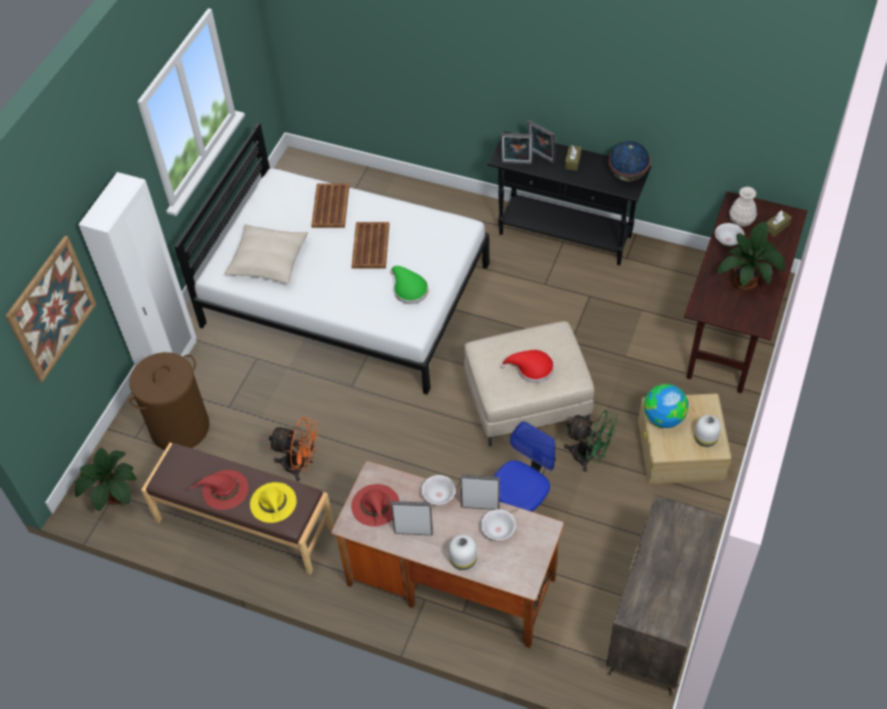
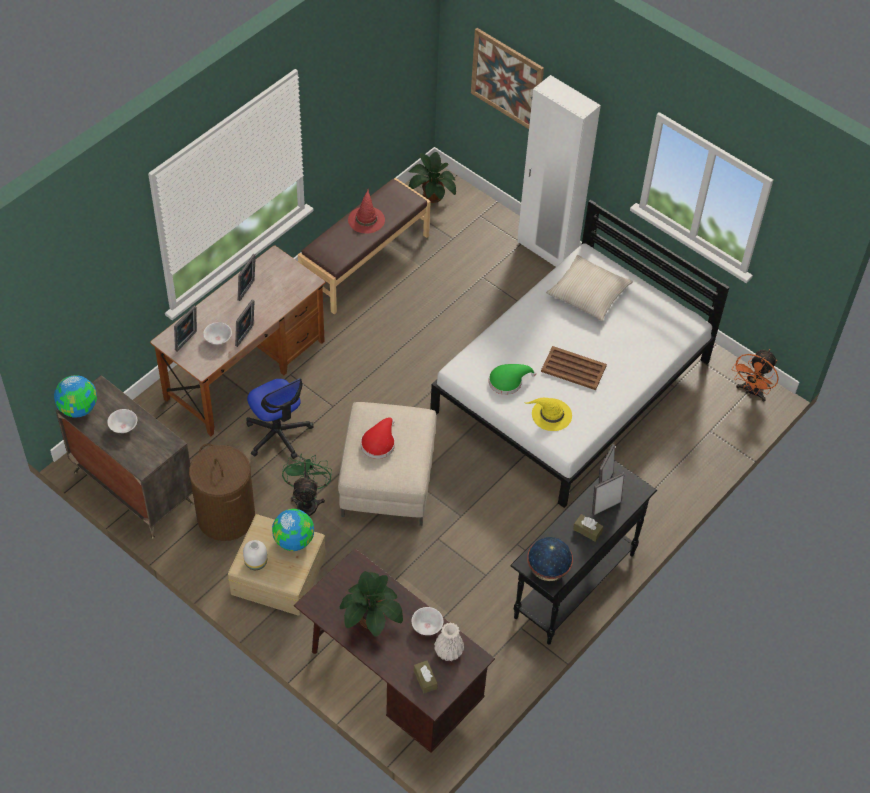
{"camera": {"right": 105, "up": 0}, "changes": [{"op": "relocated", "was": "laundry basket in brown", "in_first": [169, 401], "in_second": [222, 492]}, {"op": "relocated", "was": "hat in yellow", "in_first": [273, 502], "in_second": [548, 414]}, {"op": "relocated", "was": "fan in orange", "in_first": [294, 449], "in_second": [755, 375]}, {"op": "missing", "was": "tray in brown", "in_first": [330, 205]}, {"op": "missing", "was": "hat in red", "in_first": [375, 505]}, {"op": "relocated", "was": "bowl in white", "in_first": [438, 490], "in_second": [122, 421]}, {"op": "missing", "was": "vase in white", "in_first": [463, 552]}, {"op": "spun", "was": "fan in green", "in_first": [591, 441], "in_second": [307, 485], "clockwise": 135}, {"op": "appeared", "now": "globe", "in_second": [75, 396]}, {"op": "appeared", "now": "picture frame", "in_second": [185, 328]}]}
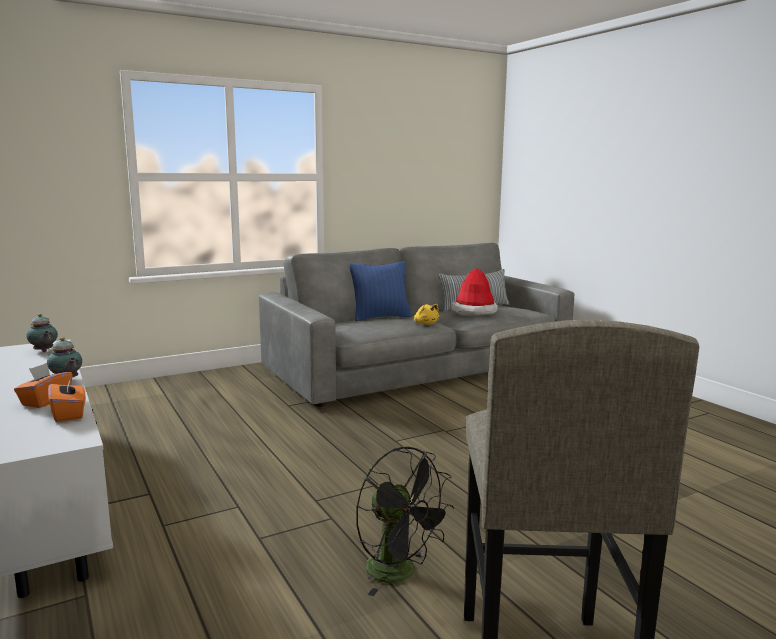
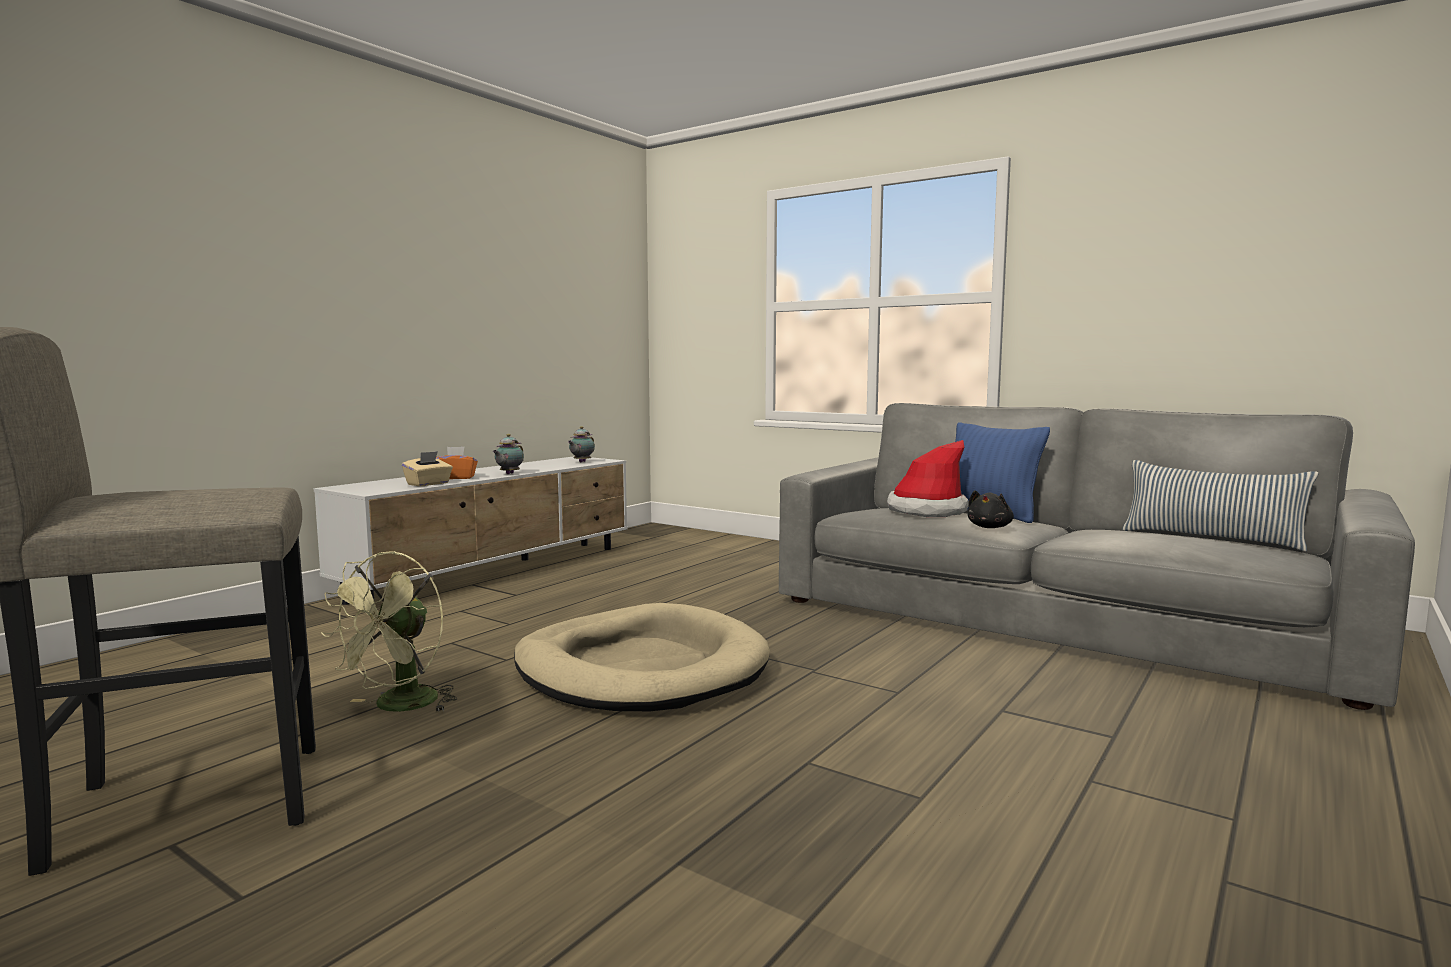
{"camera": {"right": 65, "up": -5}, "changes": [{"op": "colour", "was": "tissue box in orange", "now": "tissue box in beige", "in_first": [67, 399], "in_second": [427, 468]}, {"op": "colour", "was": "fan in black", "now": "fan in green", "in_first": [405, 521], "in_second": [389, 631]}, {"op": "colour", "was": "plush toy in yellow", "now": "plush toy in black", "in_first": [426, 314], "in_second": [990, 509]}, {"op": "relocated", "was": "hat", "in_first": [475, 291], "in_second": [928, 478]}, {"op": "appeared", "now": "dog bed in beige", "in_second": [642, 657]}]}
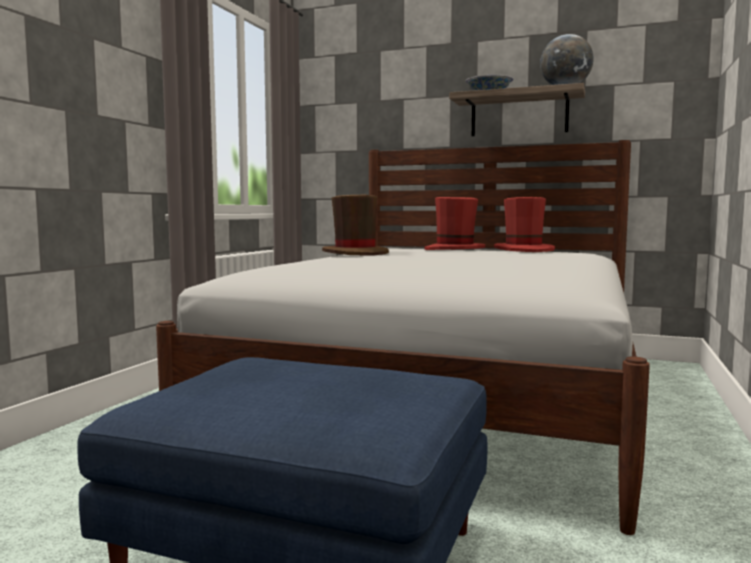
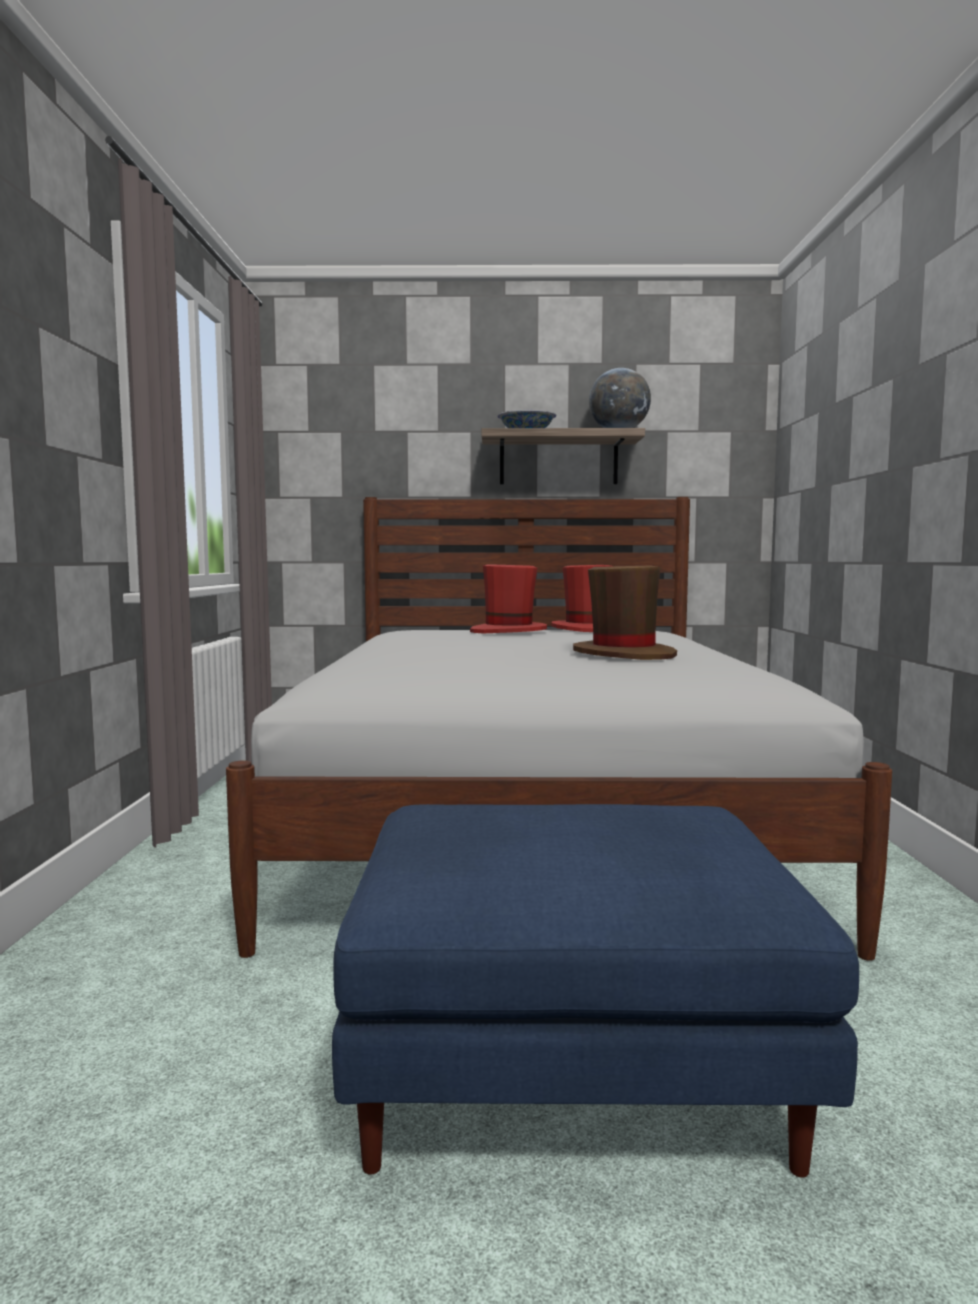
{"camera": {"right": -20, "up": 0}, "changes": [{"op": "relocated", "was": "hat in brown", "in_first": [355, 225], "in_second": [625, 612]}]}
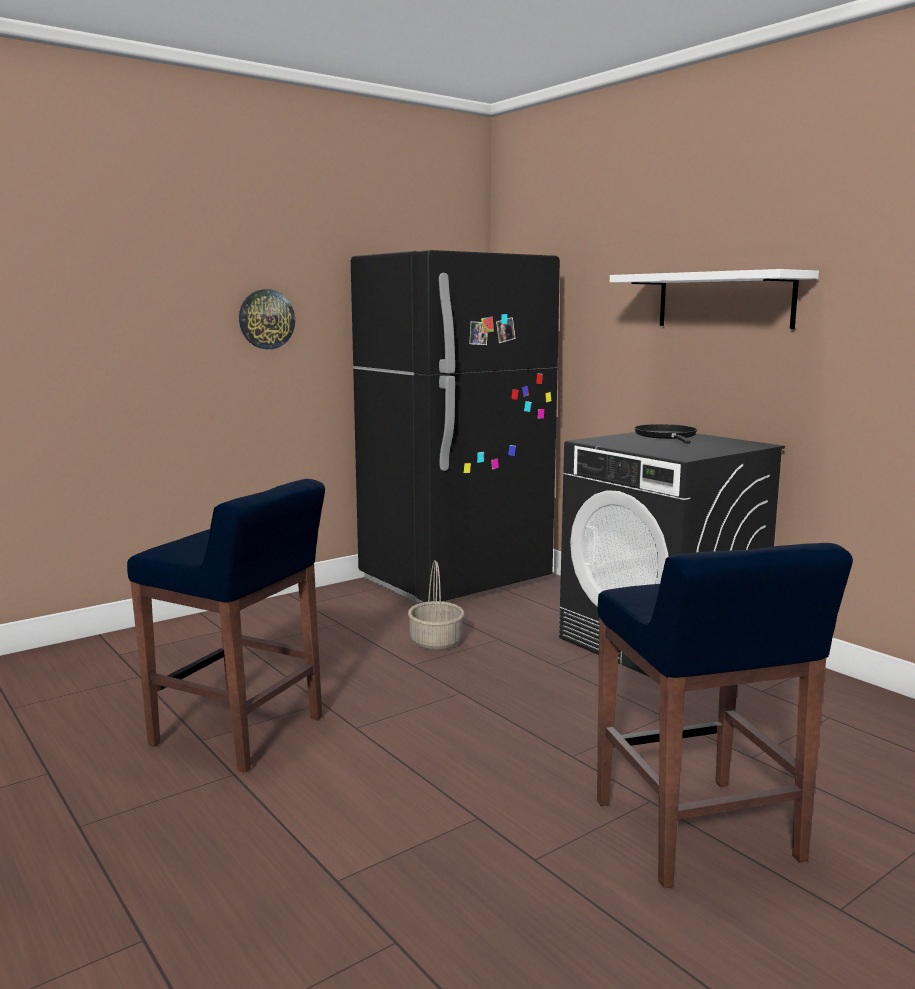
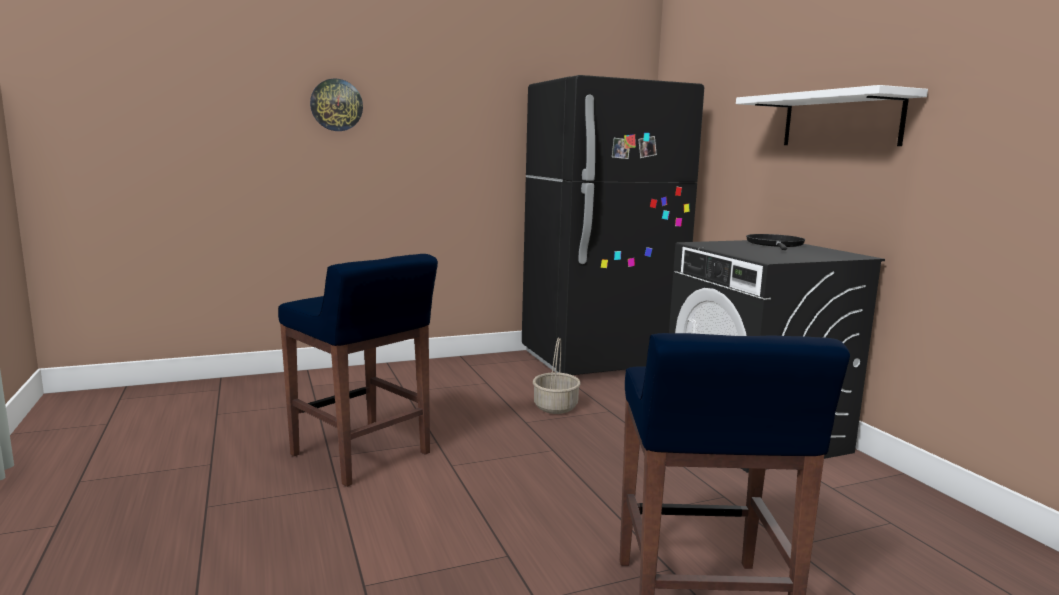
{"camera": {"right": 15, "up": 0}, "changes": [{"op": "relocated", "was": "wall clock", "in_first": [267, 319], "in_second": [336, 104]}]}
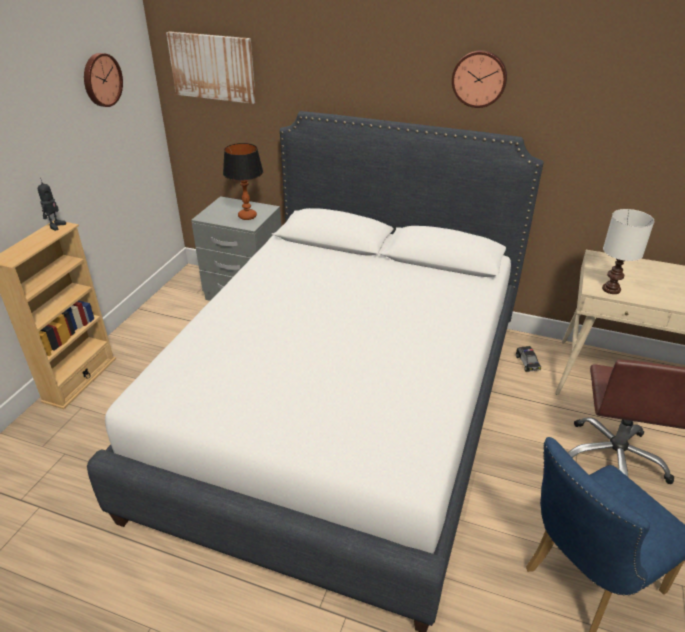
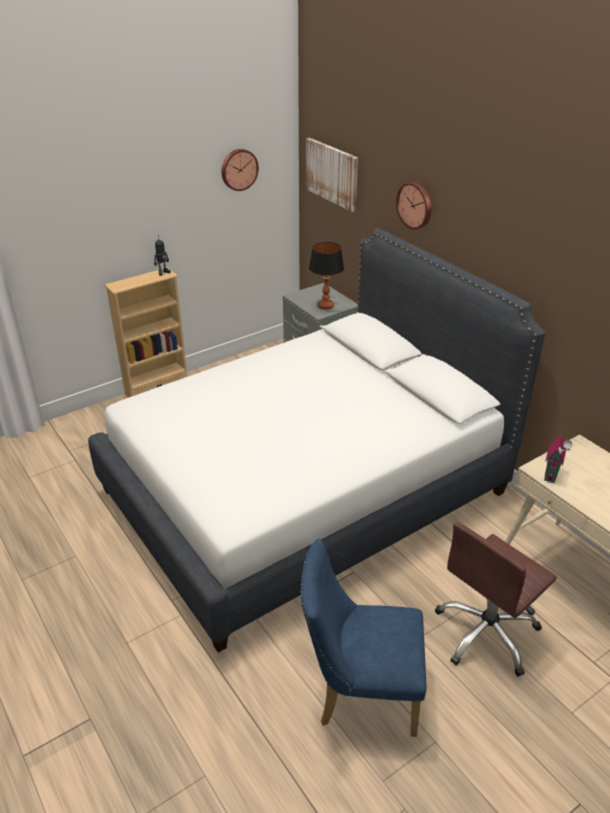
{"camera": {"right": 35, "up": 0}, "changes": [{"op": "relocated", "was": "wall clock", "in_first": [479, 79], "in_second": [413, 206]}, {"op": "missing", "was": "toy car", "in_first": [528, 359]}, {"op": "exchanged", "was": "table lamp in white", "now": "toy house", "in_first": [628, 251], "in_second": [558, 458]}]}
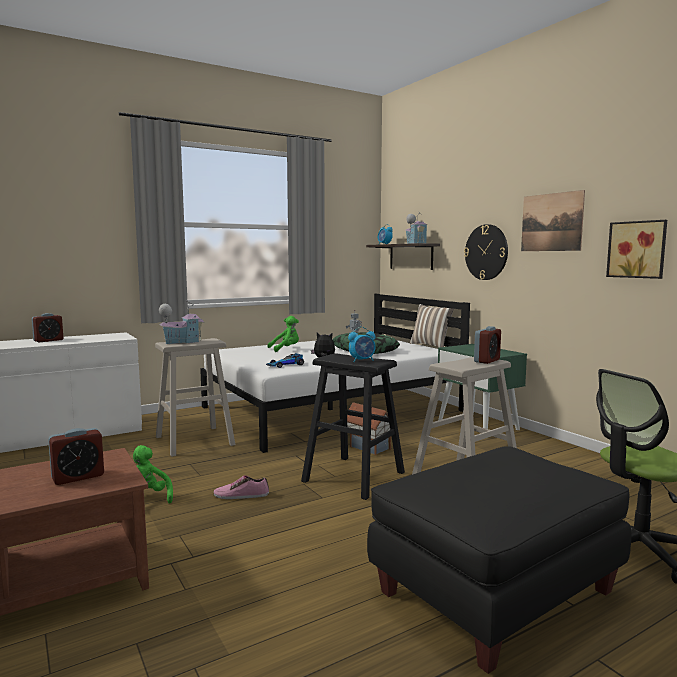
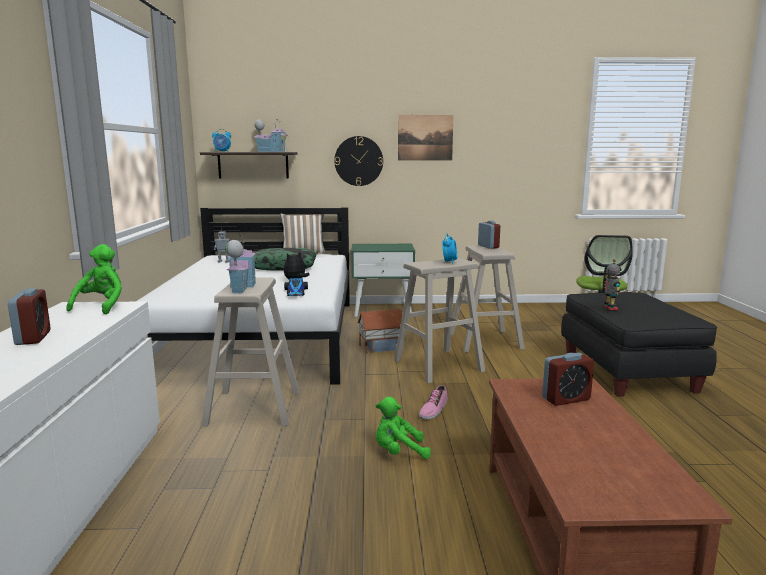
{"camera": {"right": -60, "up": 5}, "changes": [{"op": "spun", "was": "alarm clock", "in_first": [76, 456], "in_second": [568, 379], "clockwise": 75}, {"op": "relocated", "was": "plush toy in green", "in_first": [283, 334], "in_second": [94, 279]}, {"op": "colour", "was": "stool in black", "now": "stool in beige", "in_first": [353, 426], "in_second": [439, 320]}, {"op": "missing", "was": "picture", "in_first": [636, 249]}, {"op": "appeared", "now": "toy robot", "in_second": [613, 284]}]}
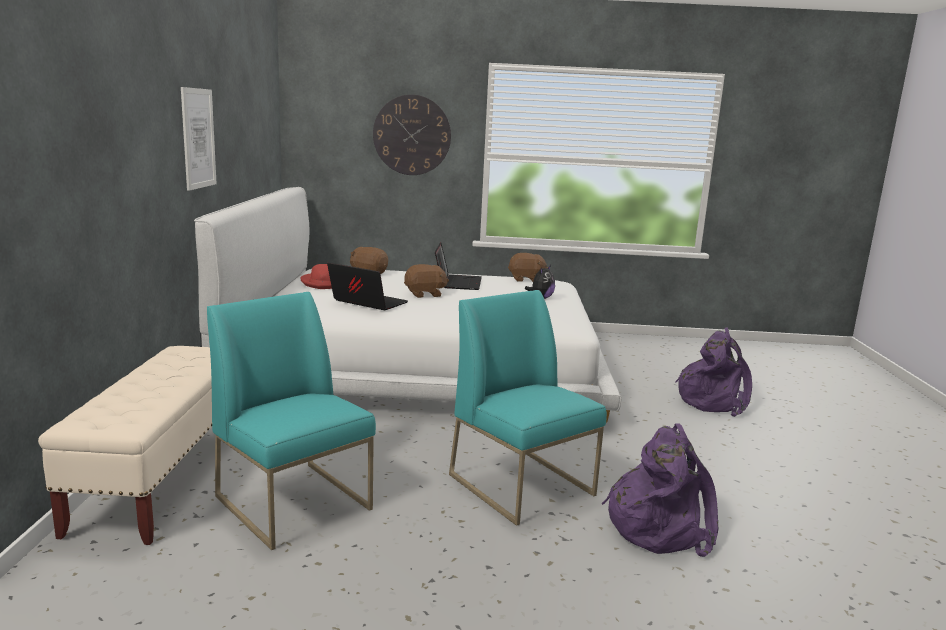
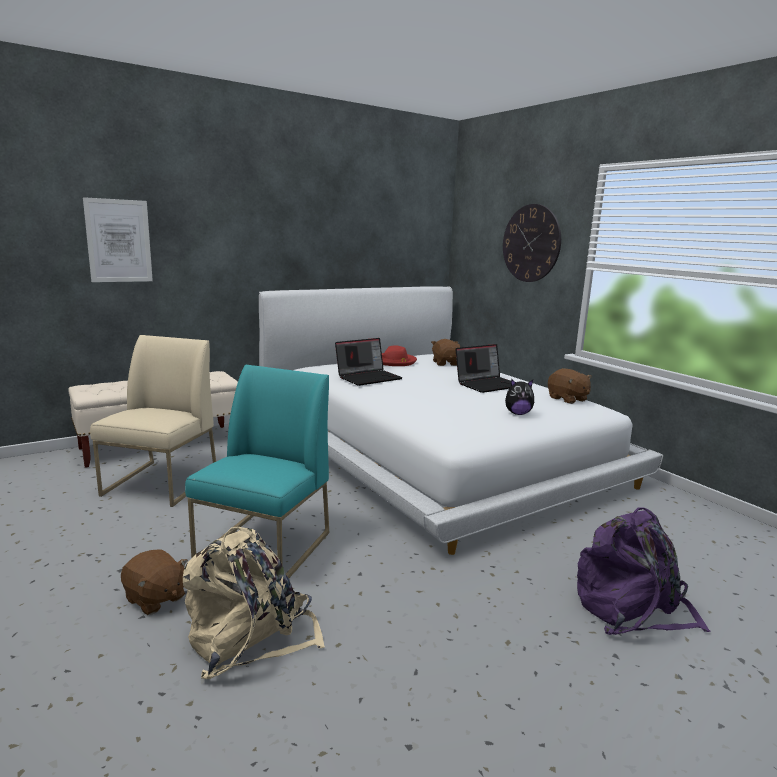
{"camera": {"right": 55, "up": 0}, "changes": [{"op": "relocated", "was": "picture", "in_first": [199, 139], "in_second": [118, 239]}, {"op": "colour", "was": "chair in turquoise", "now": "chair in beige", "in_first": [291, 421], "in_second": [153, 421]}, {"op": "spun", "was": "laptop", "in_first": [367, 286], "in_second": [369, 362], "clockwise": 60}, {"op": "relocated", "was": "plush toy in brown", "in_first": [426, 281], "in_second": [154, 582]}, {"op": "colour", "was": "backpack in purple", "now": "backpack in beige", "in_first": [659, 490], "in_second": [254, 603]}]}
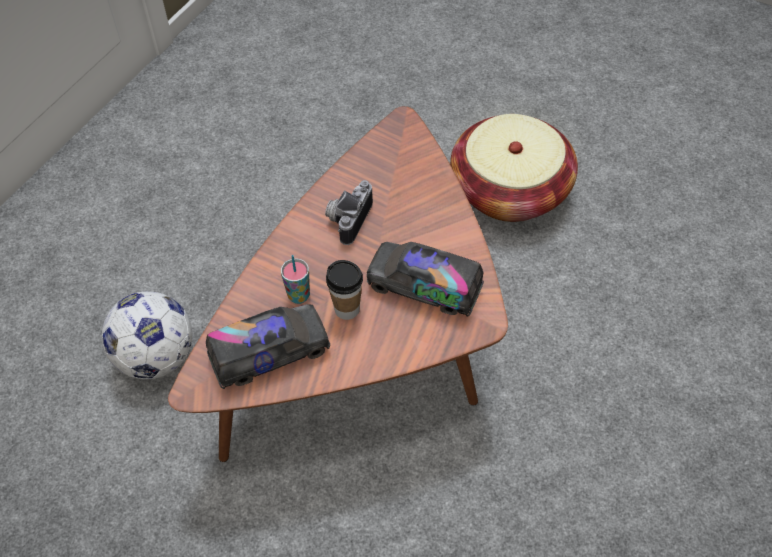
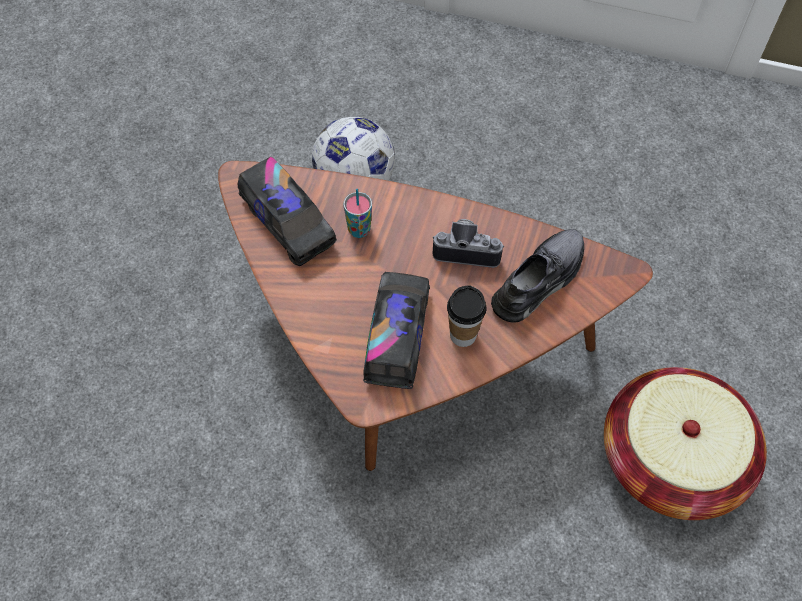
{"camera": {"right": 75, "up": 5}, "changes": [{"op": "relocated", "was": "cup", "in_first": [344, 290], "in_second": [466, 316]}, {"op": "appeared", "now": "shoe in grey", "in_second": [537, 276]}]}
